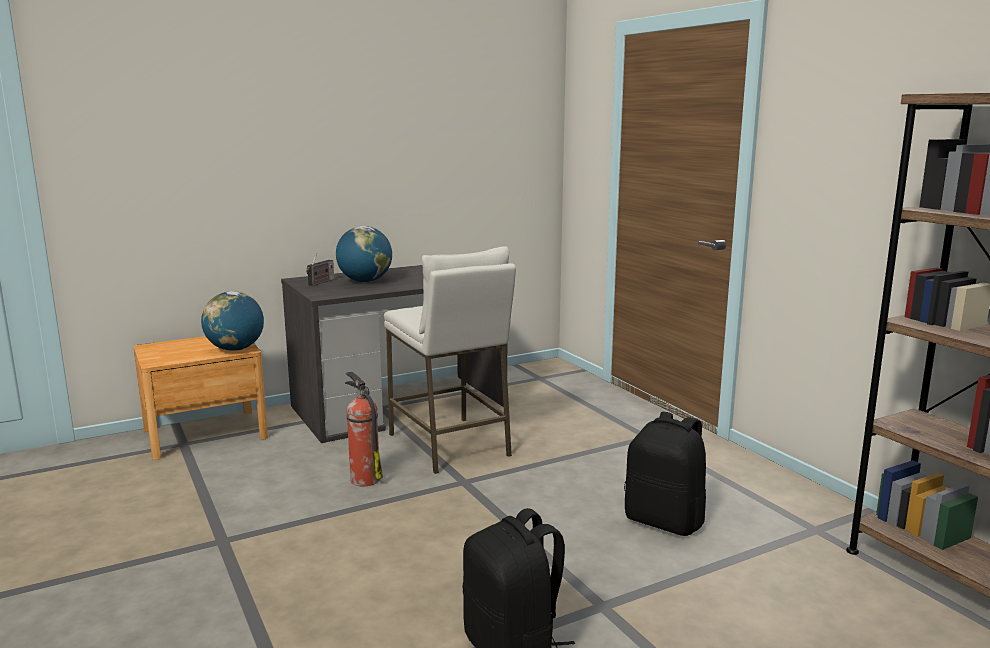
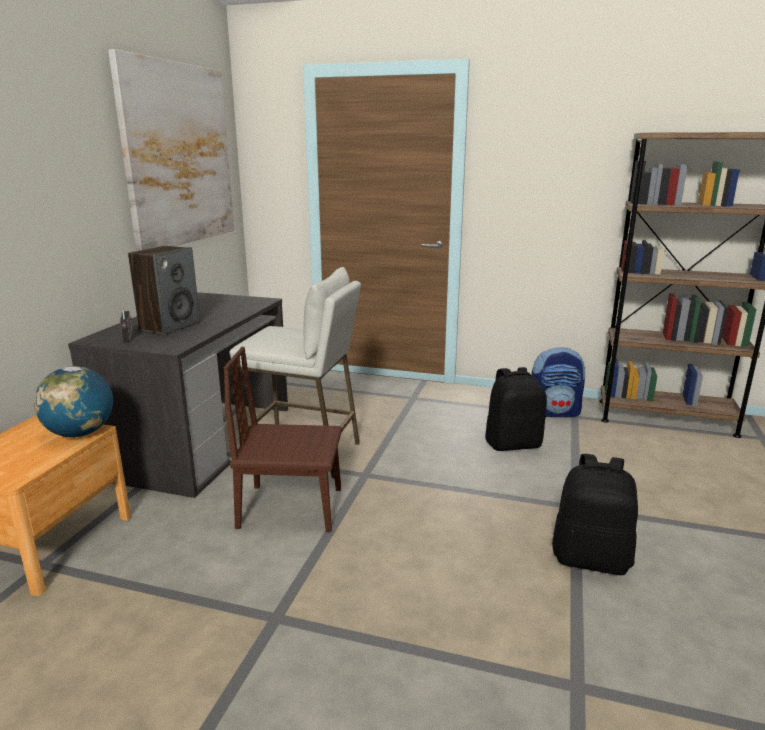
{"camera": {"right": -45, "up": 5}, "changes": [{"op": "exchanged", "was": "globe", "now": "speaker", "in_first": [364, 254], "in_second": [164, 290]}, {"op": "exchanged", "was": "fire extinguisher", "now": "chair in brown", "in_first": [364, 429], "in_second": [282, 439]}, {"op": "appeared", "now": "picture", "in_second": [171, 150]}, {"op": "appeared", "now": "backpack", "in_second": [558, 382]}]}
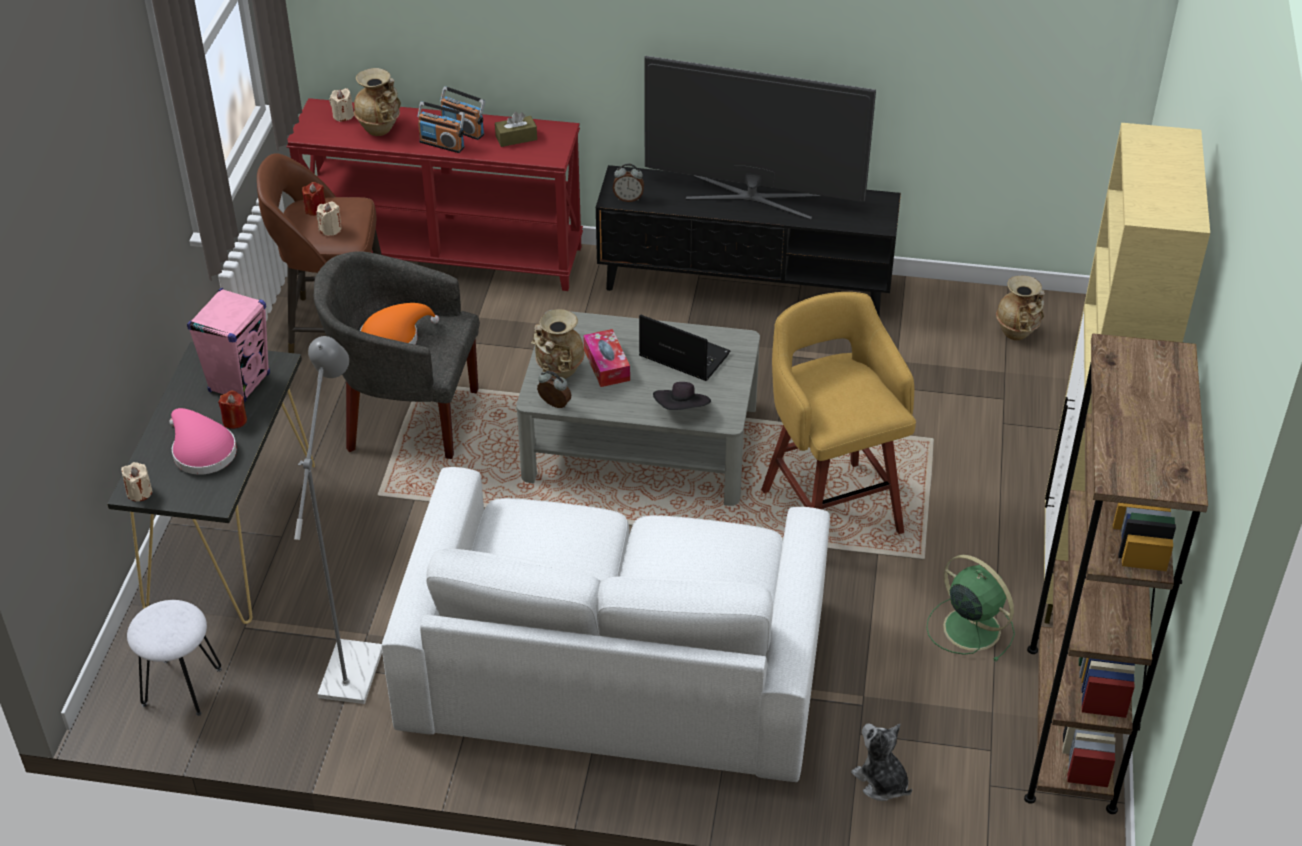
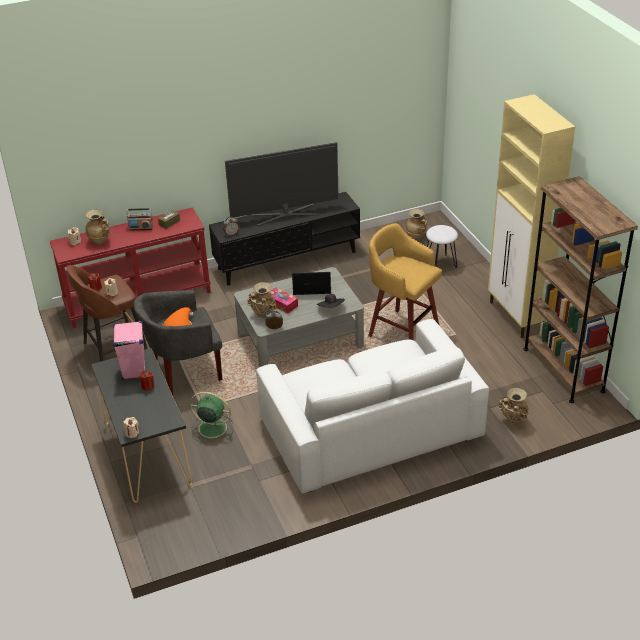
{"camera": {"right": -30, "up": -5}, "changes": [{"op": "relocated", "was": "stool in white", "in_first": [174, 658], "in_second": [442, 246]}, {"op": "missing", "was": "hat in pink", "in_first": [203, 441]}, {"op": "missing", "was": "floor lamp in grey", "in_first": [338, 520]}, {"op": "missing", "was": "radio", "in_first": [441, 127]}, {"op": "exchanged", "was": "plush toy", "now": "vase in beige", "in_first": [881, 762], "in_second": [513, 406]}, {"op": "relocated", "was": "fan in green", "in_first": [970, 608], "in_second": [212, 417]}]}
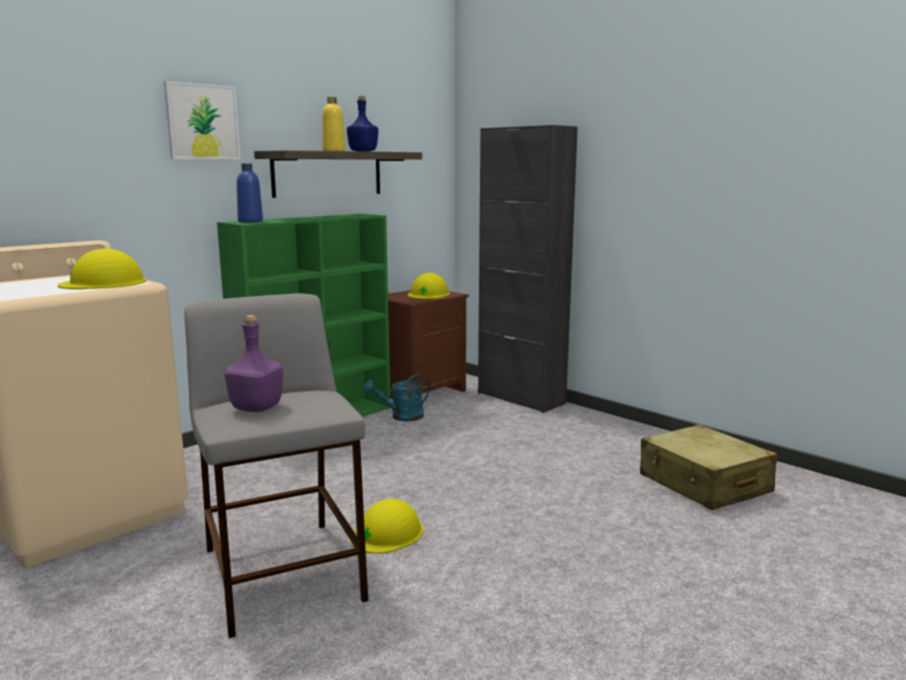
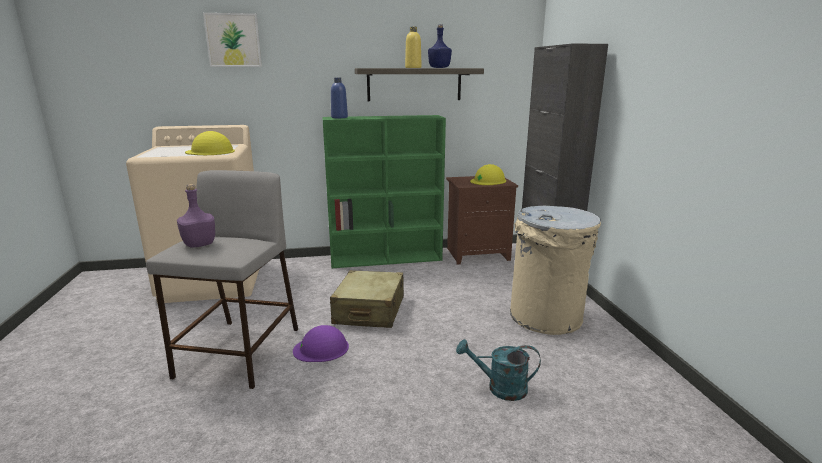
{"camera": {"right": 35, "up": 5}, "changes": [{"op": "relocated", "was": "picture", "in_first": [202, 120], "in_second": [232, 40]}, {"op": "colour", "was": "hard hat in yellow", "now": "hard hat in purple", "in_first": [386, 526], "in_second": [321, 343]}, {"op": "relocated", "was": "watering can in turquoise", "in_first": [397, 397], "in_second": [498, 370]}, {"op": "relocated", "was": "suitcase in beige", "in_first": [708, 467], "in_second": [367, 299]}, {"op": "appeared", "now": "trash can in beige", "in_second": [555, 270]}]}
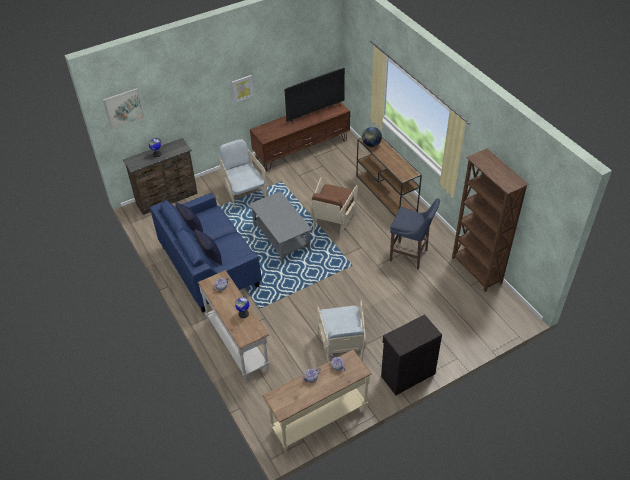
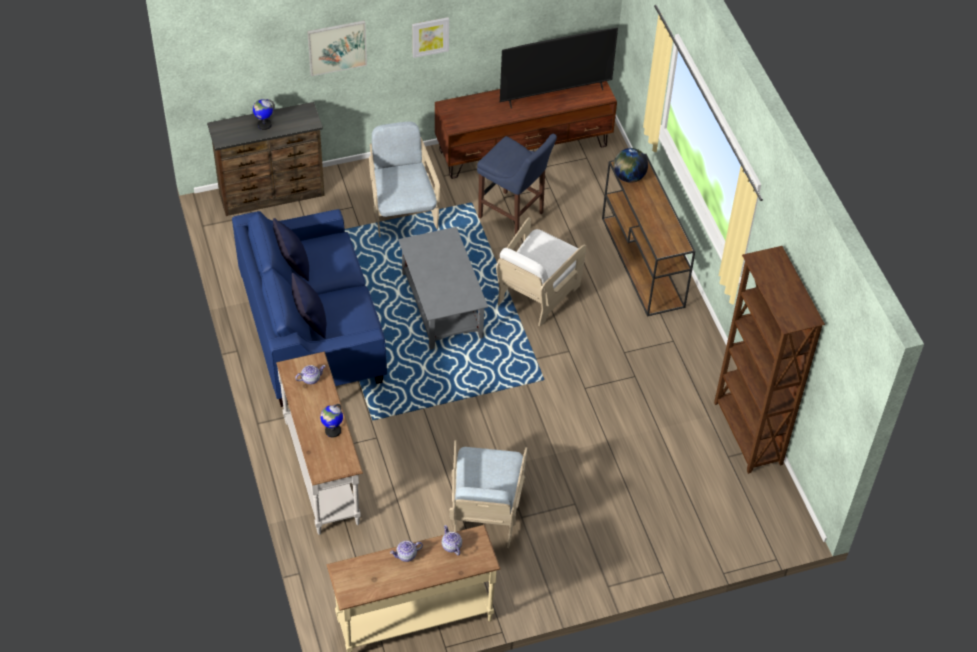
{"camera": {"right": 10, "up": 5}, "changes": [{"op": "relocated", "was": "picture", "in_first": [124, 108], "in_second": [337, 48]}, {"op": "colour", "was": "armchair in brown", "now": "armchair in white", "in_first": [334, 207], "in_second": [541, 272]}, {"op": "missing", "was": "cabinet in black", "in_first": [411, 354]}, {"op": "relocated", "was": "stool in blue", "in_first": [415, 234], "in_second": [517, 184]}]}
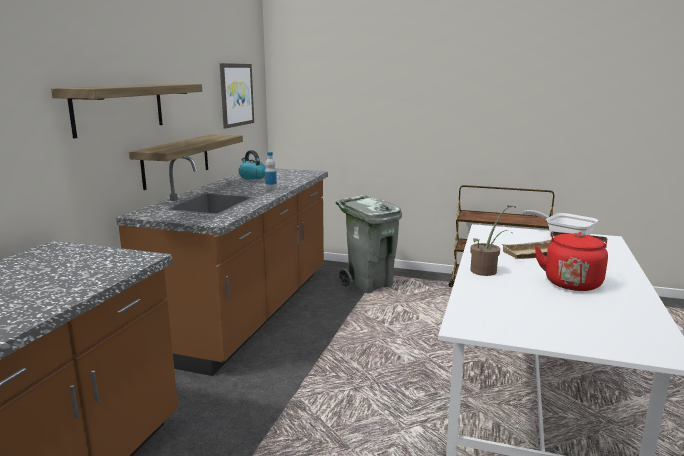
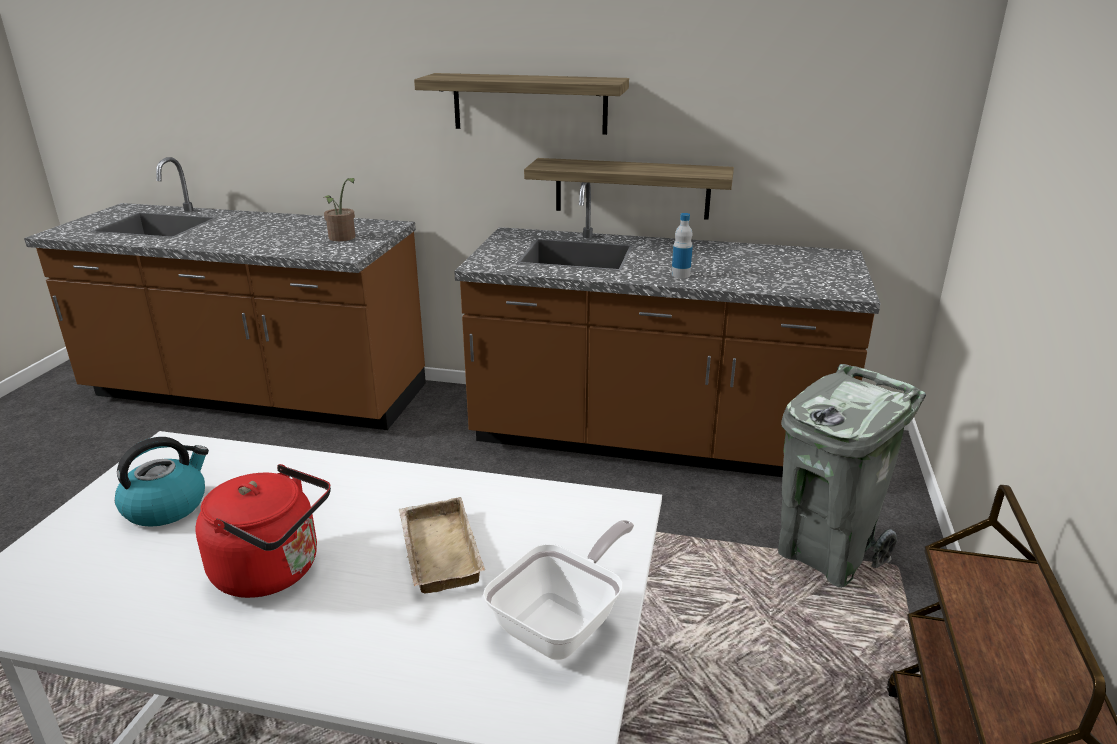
{"camera": {"right": 85, "up": 10}, "changes": [{"op": "missing", "was": "picture", "in_first": [237, 95]}, {"op": "relocated", "was": "kettle", "in_first": [252, 164], "in_second": [162, 482]}, {"op": "relocated", "was": "potted plant", "in_first": [493, 240], "in_second": [339, 209]}]}
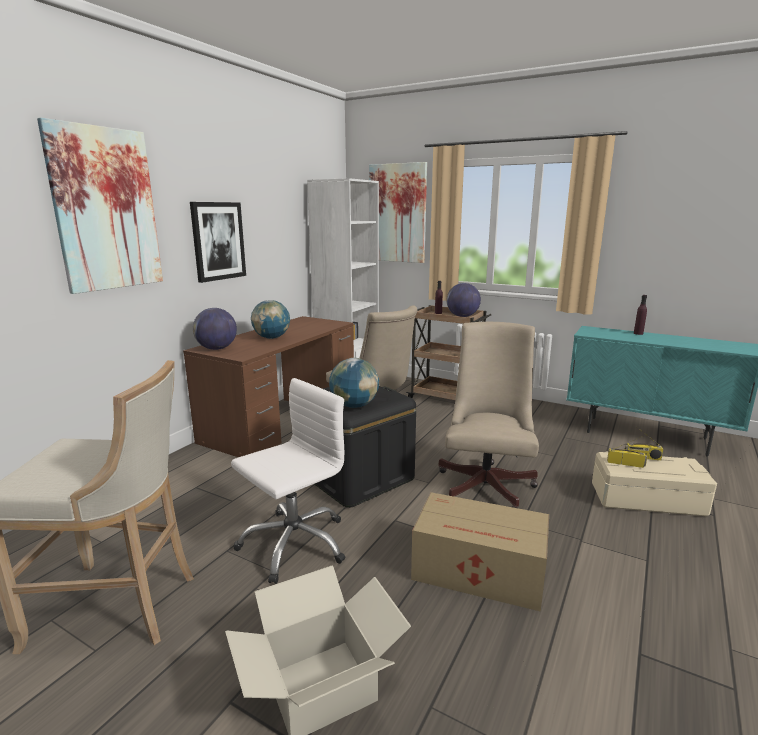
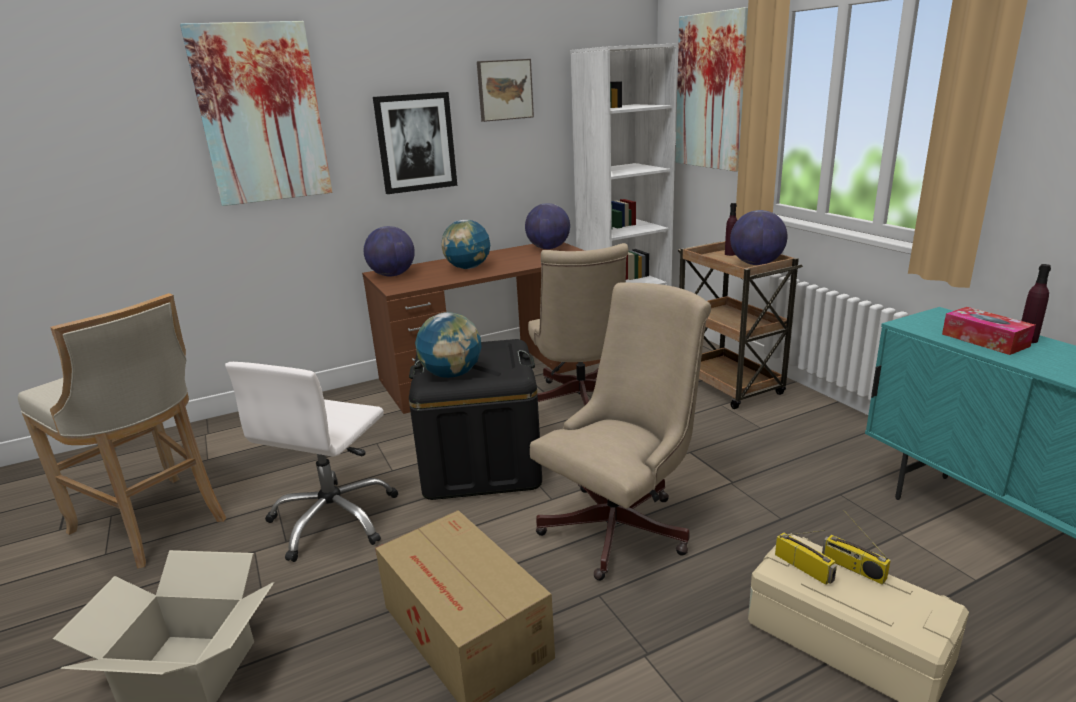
{"camera": {"right": 35, "up": 5}, "changes": [{"op": "spun", "was": "office chair in white", "in_first": [288, 481], "in_second": [311, 462], "clockwise": 120}, {"op": "appeared", "now": "picture", "in_second": [505, 90]}, {"op": "appeared", "now": "globe", "in_second": [547, 226]}, {"op": "appeared", "now": "tissue box", "in_second": [989, 331]}]}
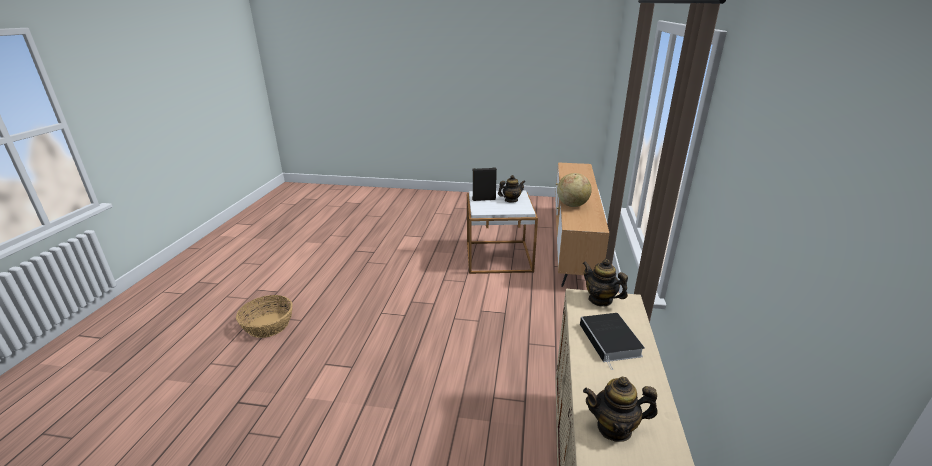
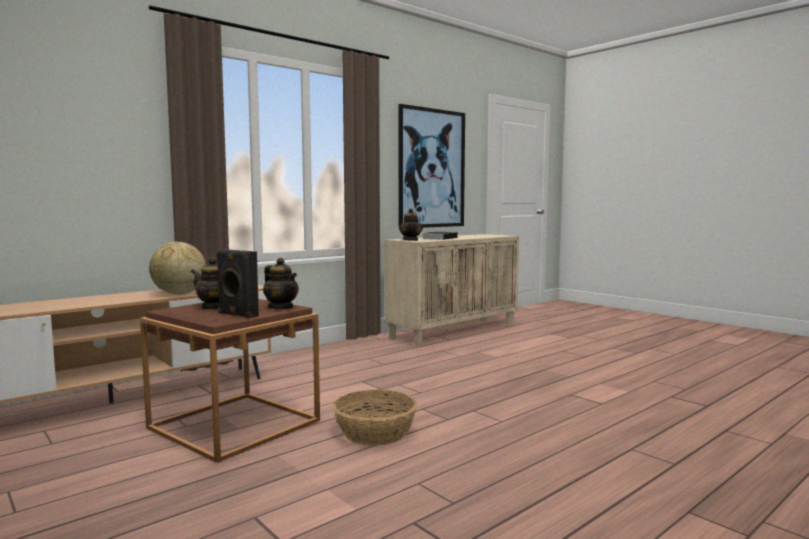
{"camera": {"right": -140, "up": -20}, "changes": [{"op": "relocated", "was": "basket", "in_first": [264, 316], "in_second": [375, 418]}, {"op": "colour", "was": "side table in white", "now": "side table in brown", "in_first": [502, 232], "in_second": [230, 381]}, {"op": "relocated", "was": "teapot", "in_first": [620, 409], "in_second": [281, 283]}, {"op": "appeared", "now": "picture", "in_second": [431, 166]}]}
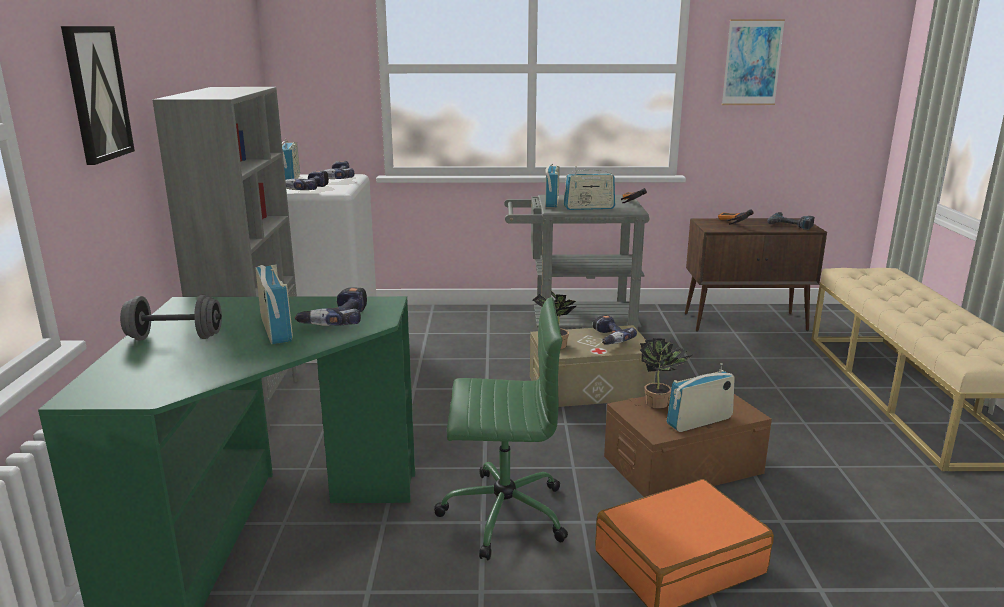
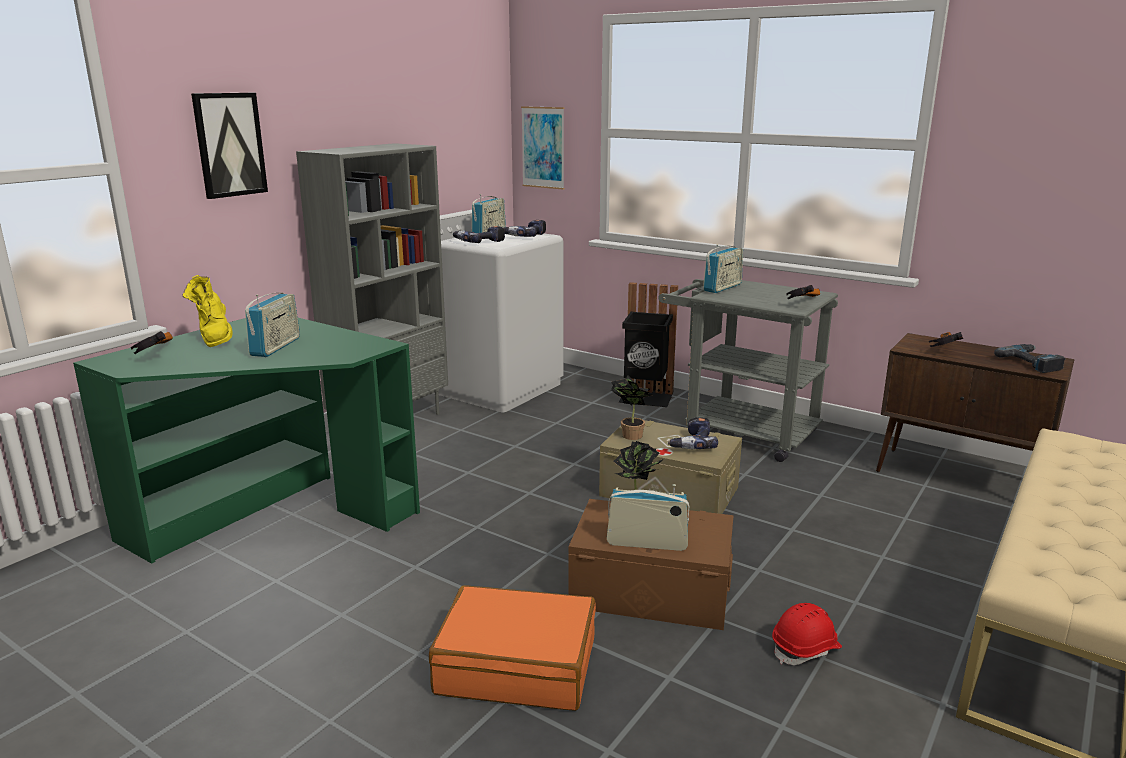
{"camera": {"right": 35, "up": 0}, "changes": [{"op": "exchanged", "was": "dumbbell in grey", "now": "boot in yellow", "in_first": [171, 317], "in_second": [207, 311]}, {"op": "missing", "was": "power drill", "in_first": [331, 306]}, {"op": "missing", "was": "office chair in green", "in_first": [501, 428]}, {"op": "missing", "was": "radio", "in_first": [589, 188]}, {"op": "relocated", "was": "picture", "in_first": [753, 62], "in_second": [542, 148]}, {"op": "appeared", "now": "hammer", "in_second": [152, 342]}, {"op": "appeared", "now": "trash can in black", "in_second": [648, 344]}, {"op": "appeared", "now": "hard hat in red", "in_second": [807, 634]}]}
